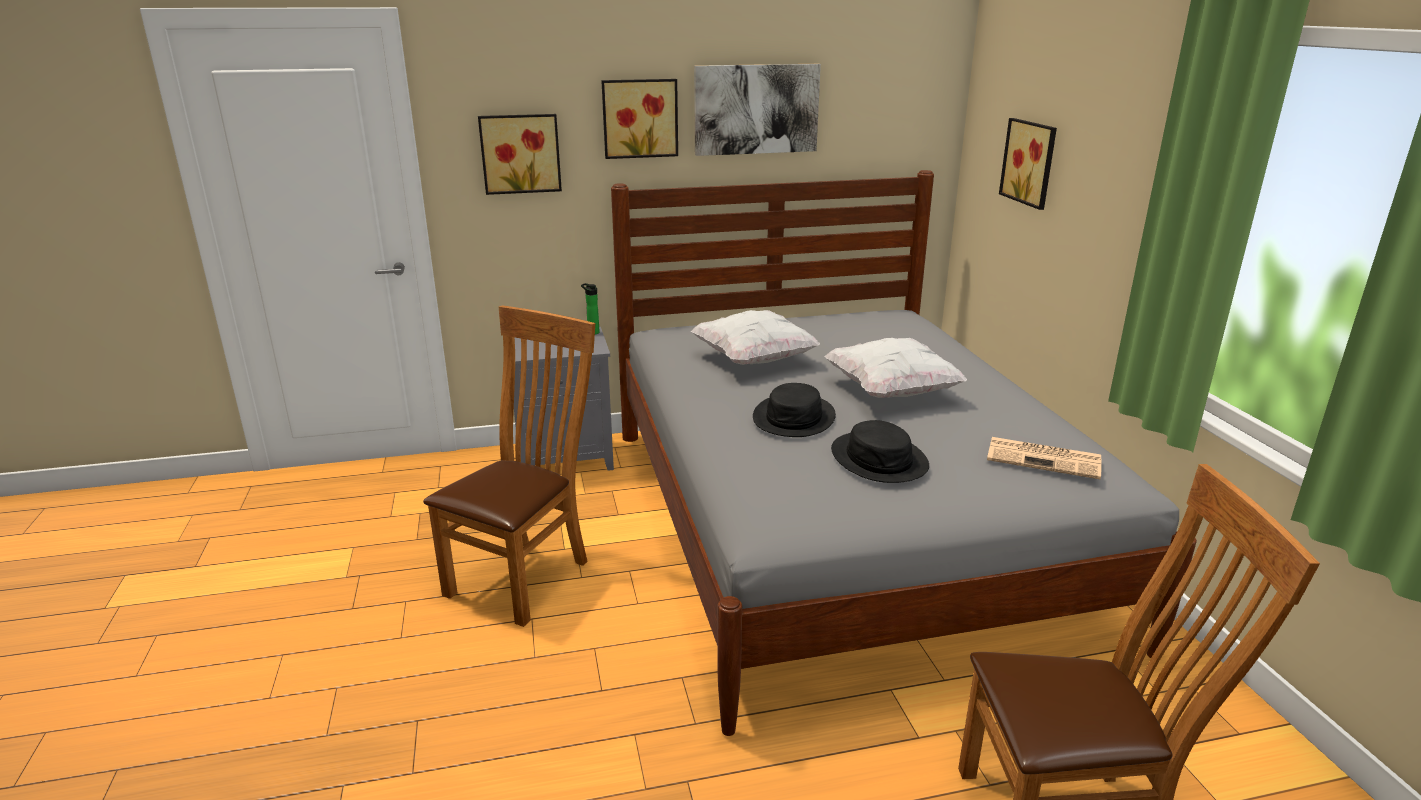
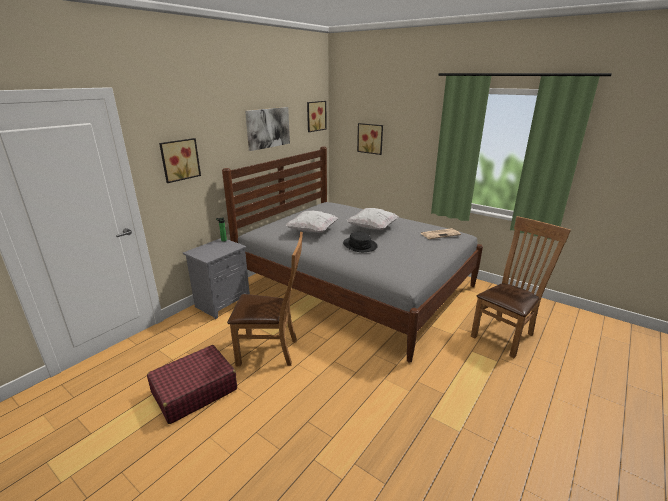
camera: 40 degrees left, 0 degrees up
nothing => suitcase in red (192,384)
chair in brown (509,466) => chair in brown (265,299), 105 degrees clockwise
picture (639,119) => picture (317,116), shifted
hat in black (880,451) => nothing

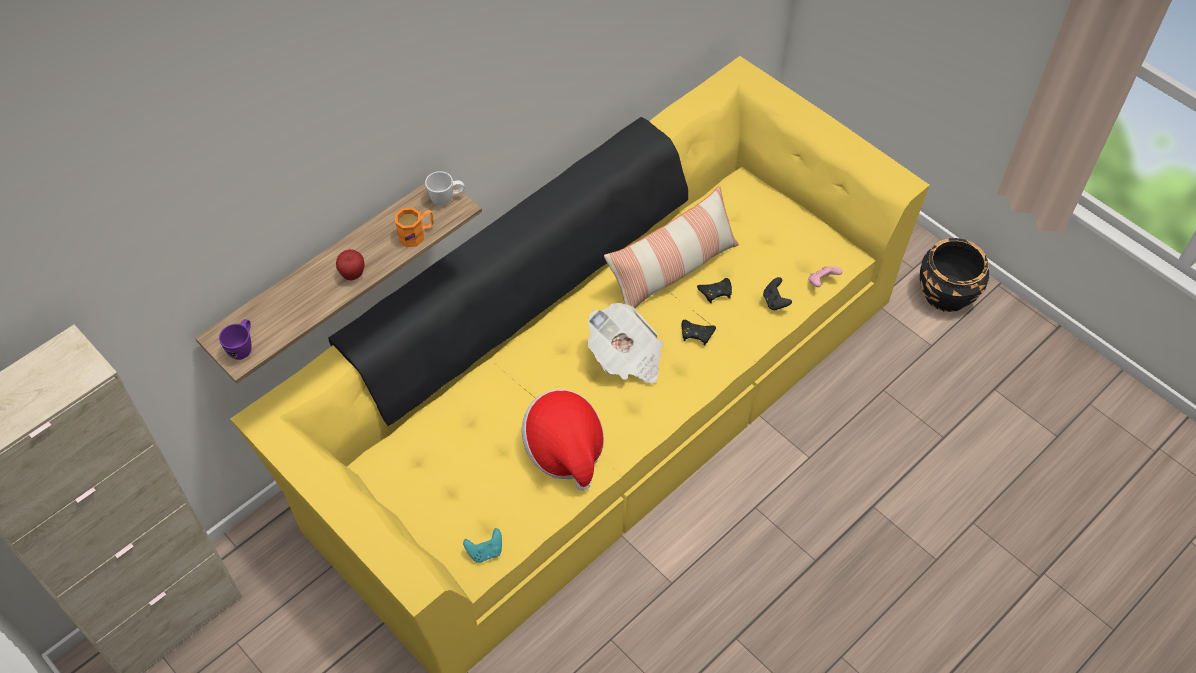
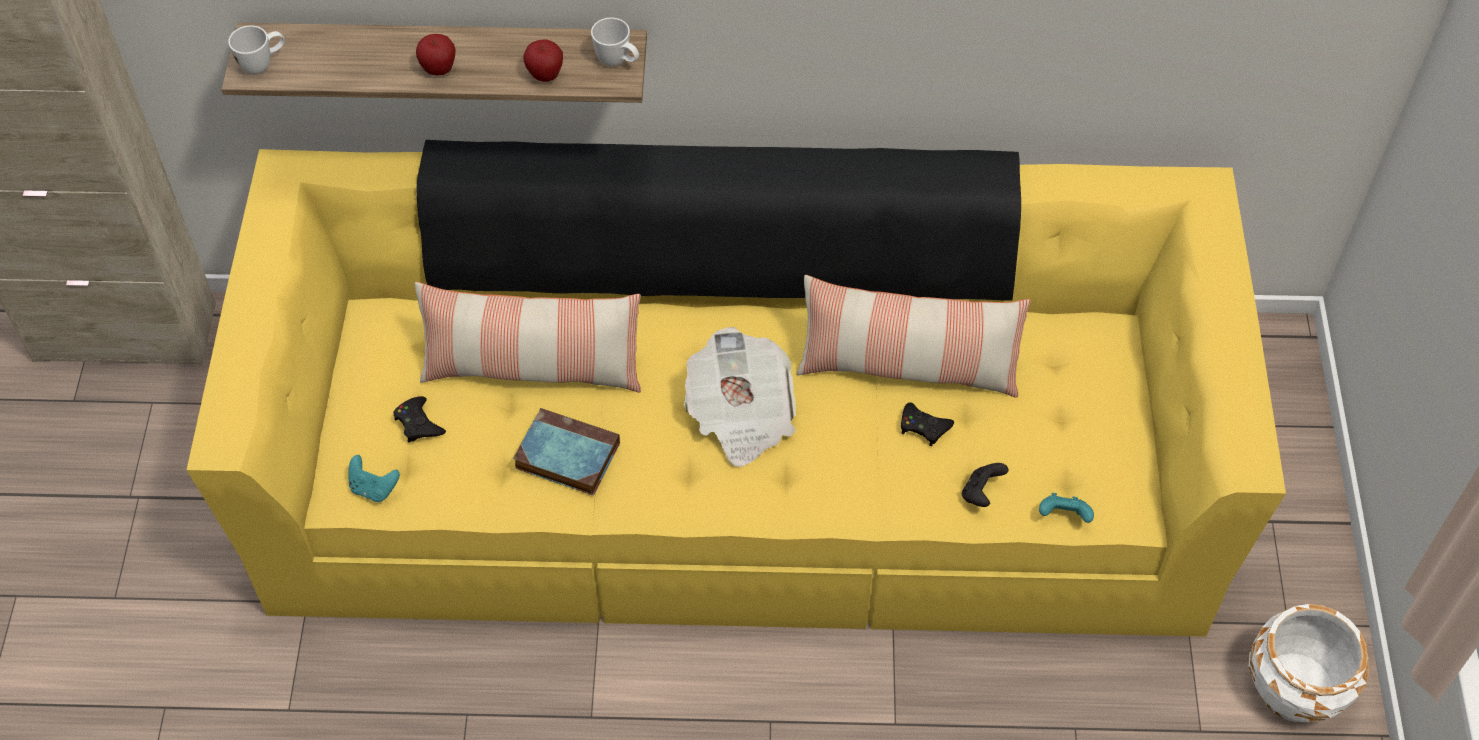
camera: 45 degrees right, 0 degrees up
mug in purple (235,339) => mug in white (256,49)
game controller in black (699,332) => game controller in black (420,419), shifted
nothing => pillow (528,337)
hat (563,440) => book (566,452)
mug in orange (414,227) => apple (543,60)
game controller in pink (825,276) => game controller in turquoise (1066,508)
planter in black (954,275) => planter in white (1308,663)

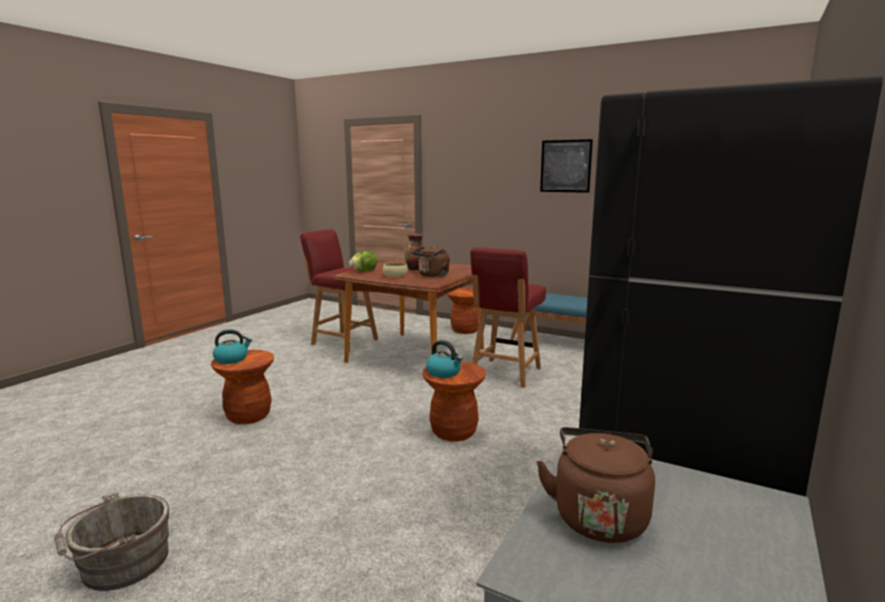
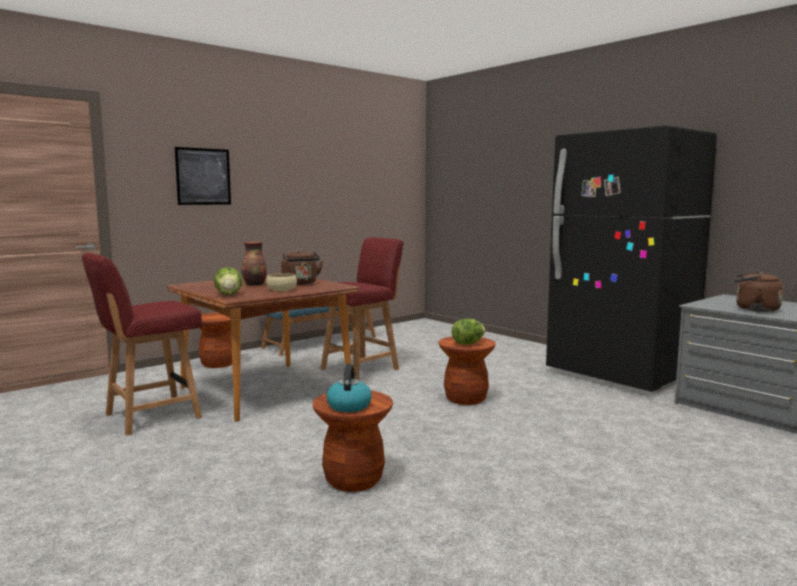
camera: 70 degrees left, 5 degrees down
picture (566,166) => picture (203,176), shifted
chair in red (508,317) => chair in red (362,308), 90 degrees counterclockwise
kettle (444,359) => lettuce (468,332)
bucket in grey (112,541) => nothing

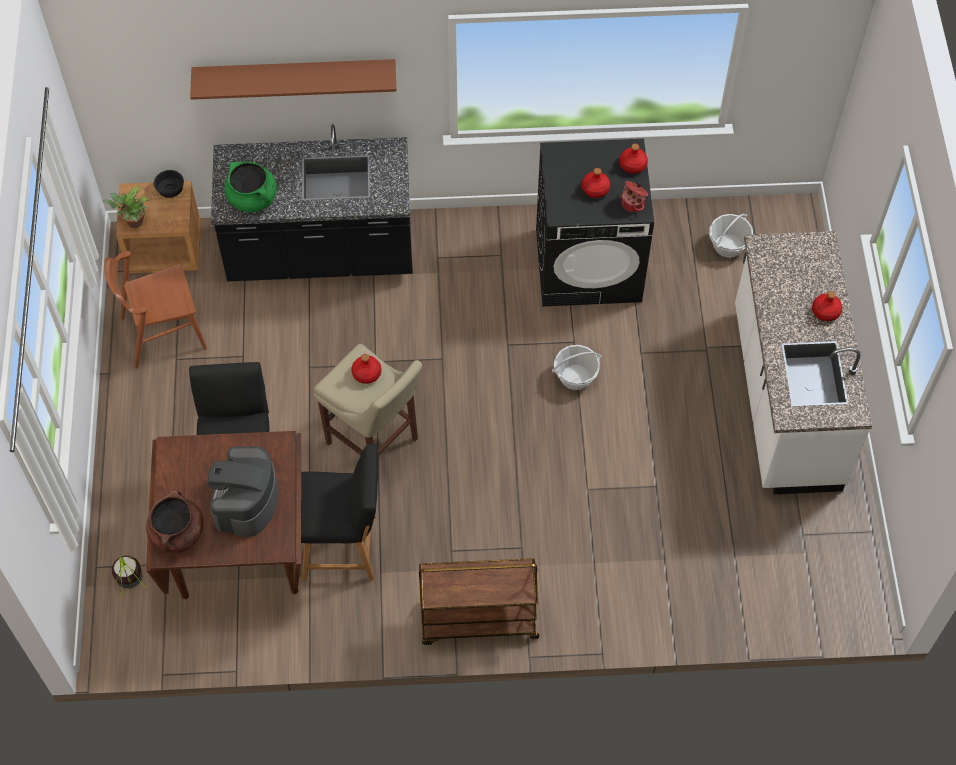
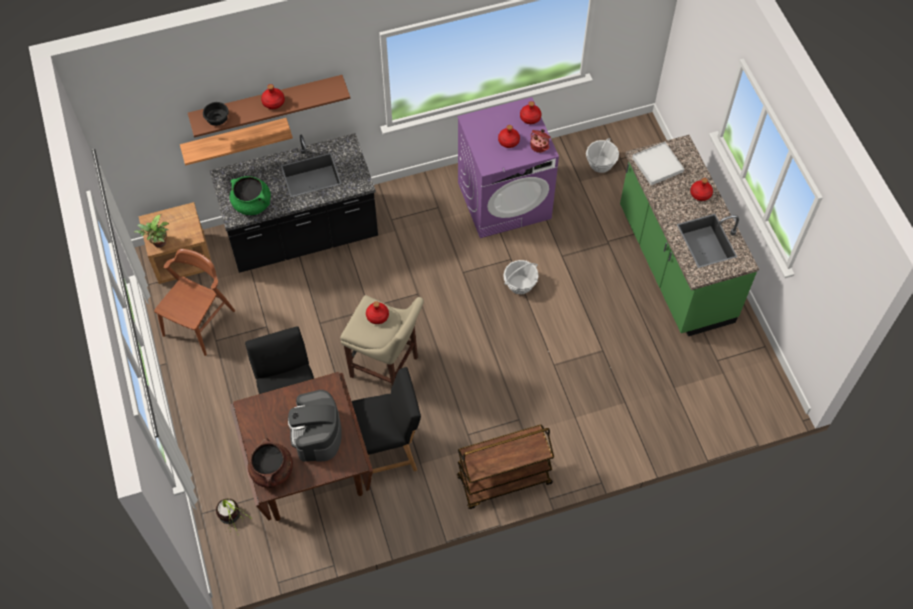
camera: 15 degrees left, 0 degrees up
chair in brown (155,310) => chair in brown (194,302), 150 degrees clockwise
nothing => shelf (236,141)
bowl in black (169,184) => bowl in black (216,114), shifted
nothing => bottle in red (273,96)
washing machine in black (595,222) => washing machine in purple (508,167)
counter in white (803,362) => counter in green (689,235)
nothing => tray in white (658,163)

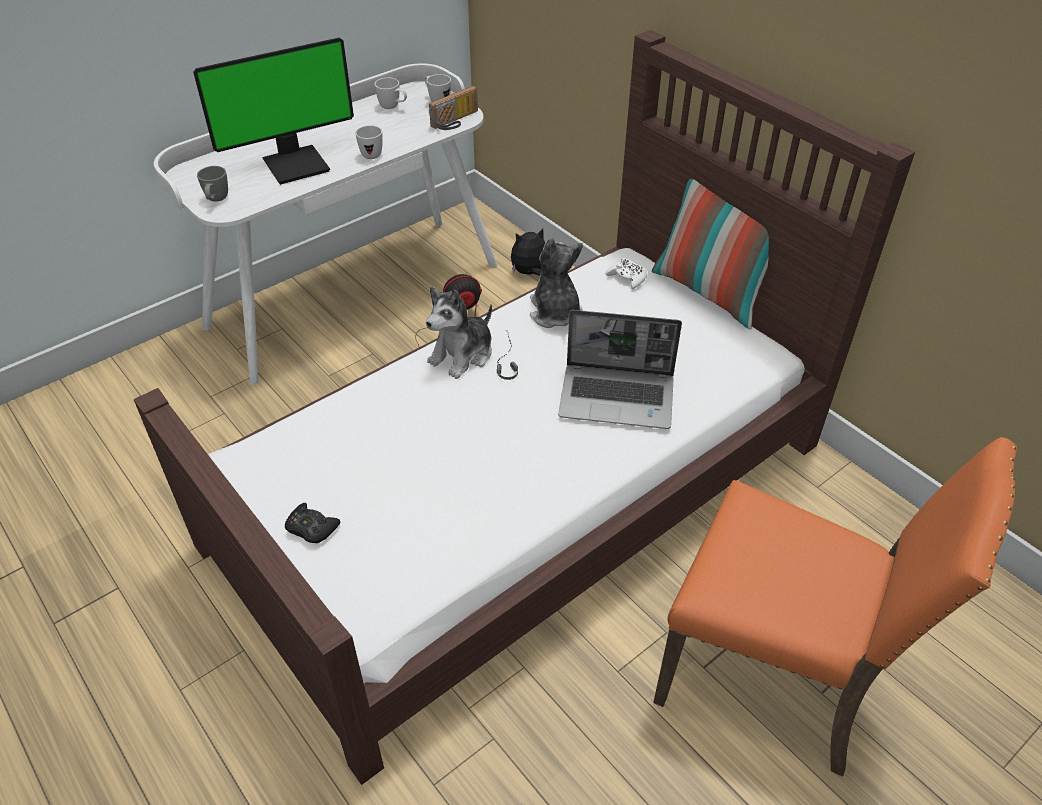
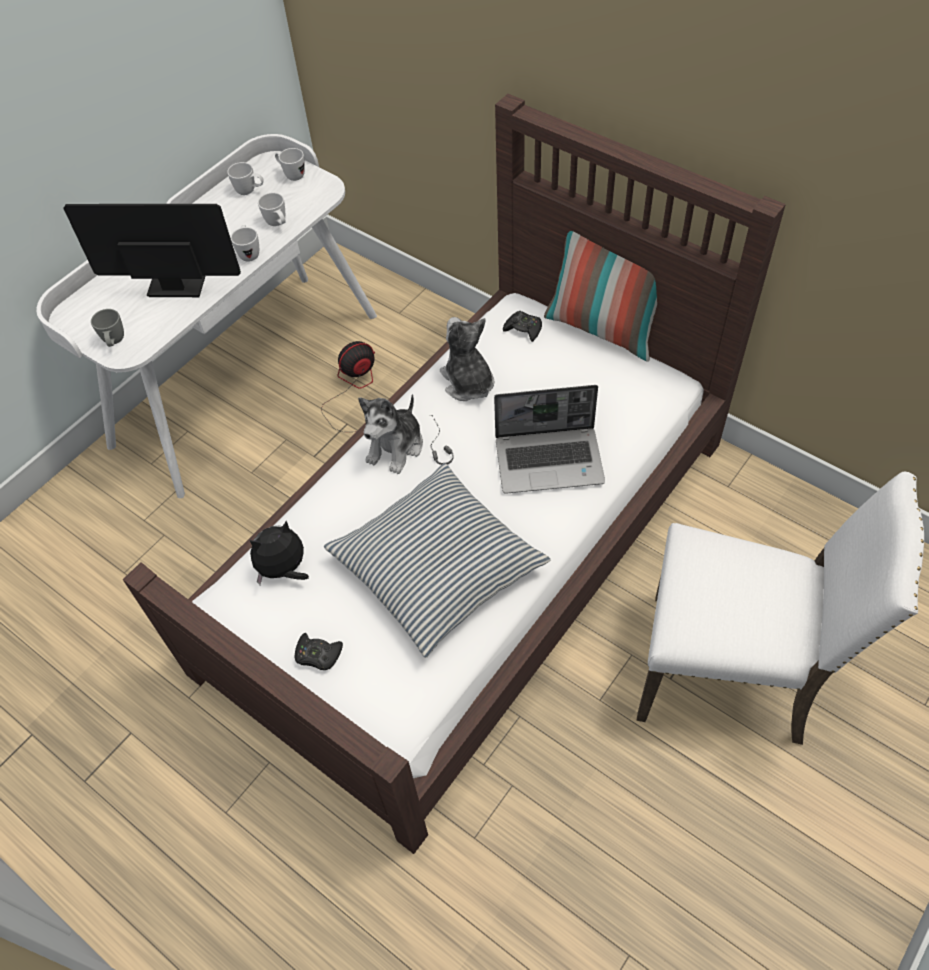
camera: 10 degrees left, 10 degrees up
monitor (273,111) => monitor (152,250), 135 degrees counterclockwise
plush toy (528,252) => plush toy (279,553), shifted
nothing => mug in white (272,209)
nothing => pillow (437,560)
game controller in white (626,273) => game controller in black (522,326)
chair in orange (835,607) => chair in white (780,608)
radio (453,108) => nothing

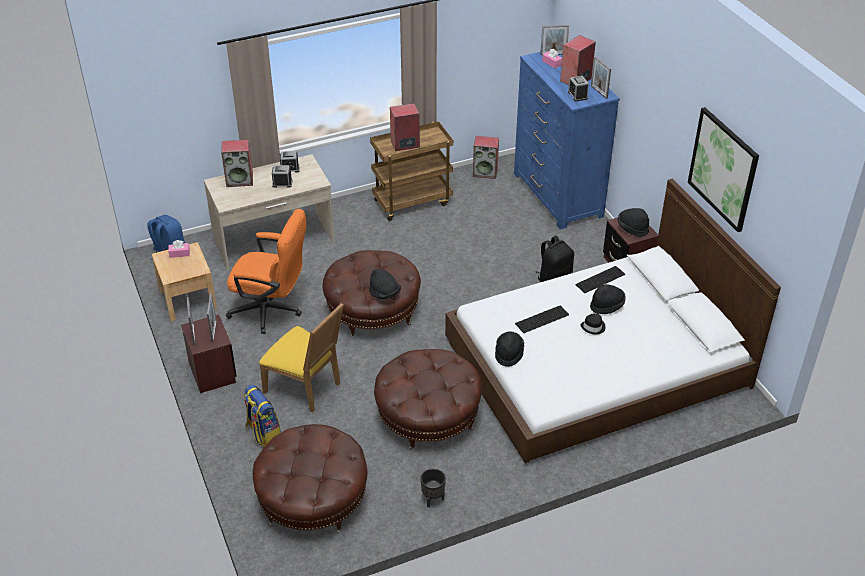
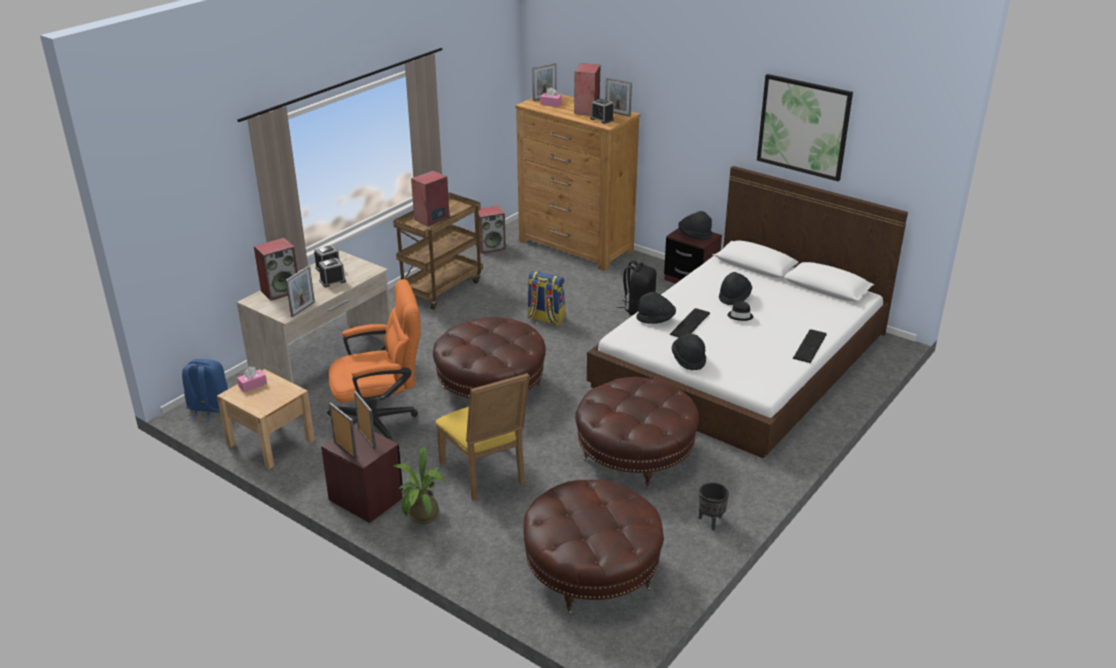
camera: 30 degrees left, 10 degrees down
nothing => picture frame (300,291)
nothing => potted plant (419,484)
chair in yellow (301,357) => chair in yellow (482,437), 60 degrees clockwise
dresser in blue (567,140) => dresser in brown (578,182)
backpack (262,415) => backpack (546,298), shifted
hat in black (385,284) => hat in black (656,308), shifted
keyboard (600,279) => keyboard (810,346), shifted

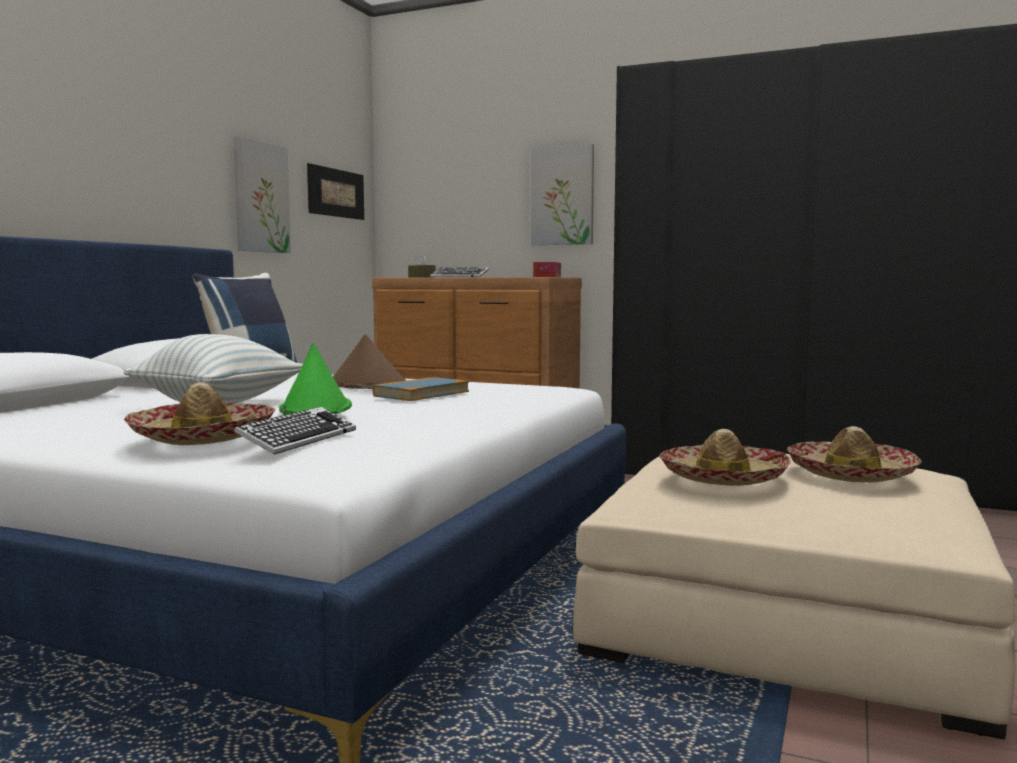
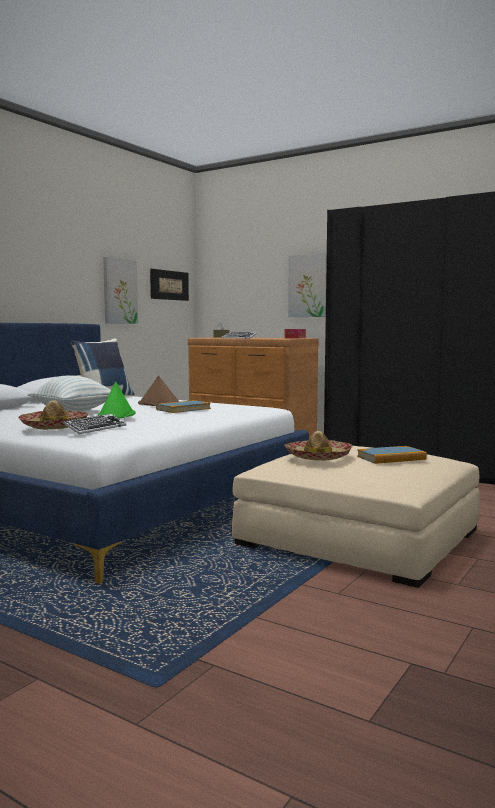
camera: 10 degrees right, 0 degrees up
hat (854,454) => book (392,455)

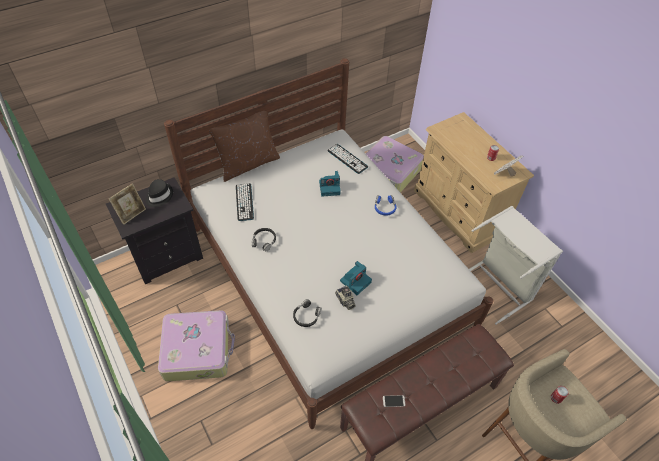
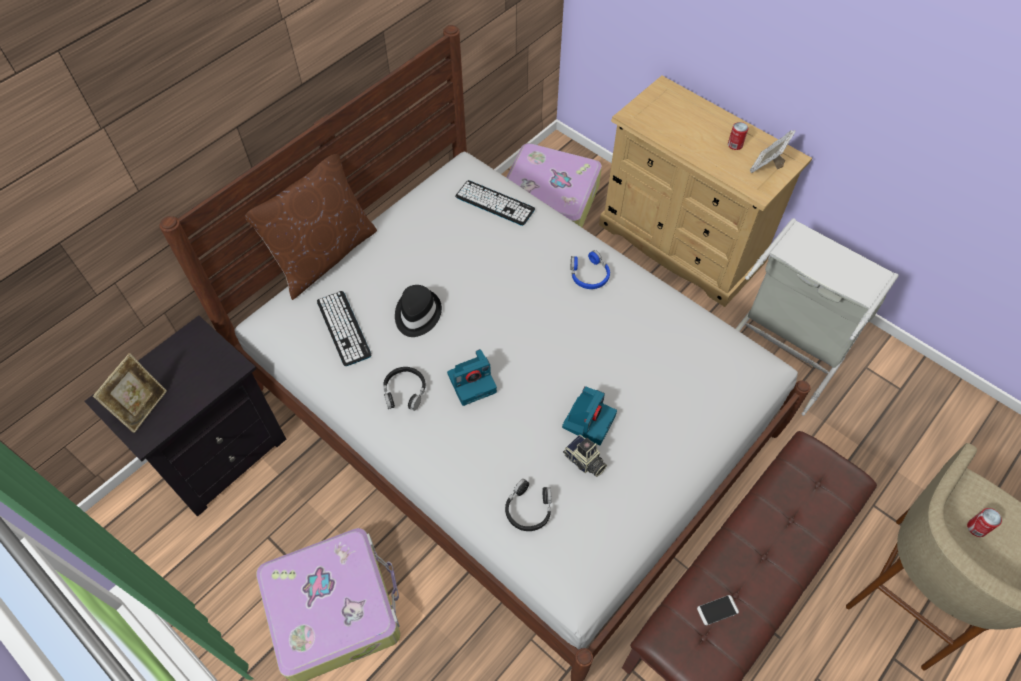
camera: 15 degrees left, 5 degrees up
hat in black (159,193) => hat in black (418,311), shifted
photo camera (330,184) => photo camera (472,377), shifted

